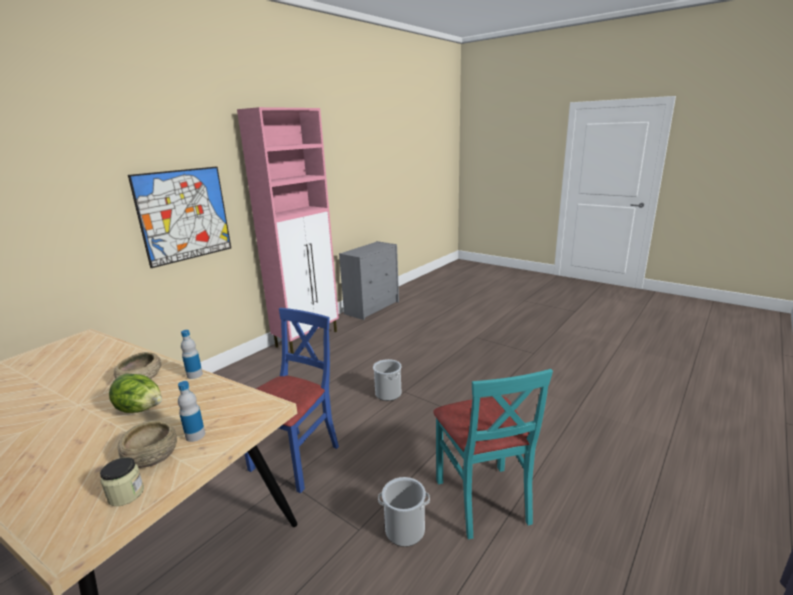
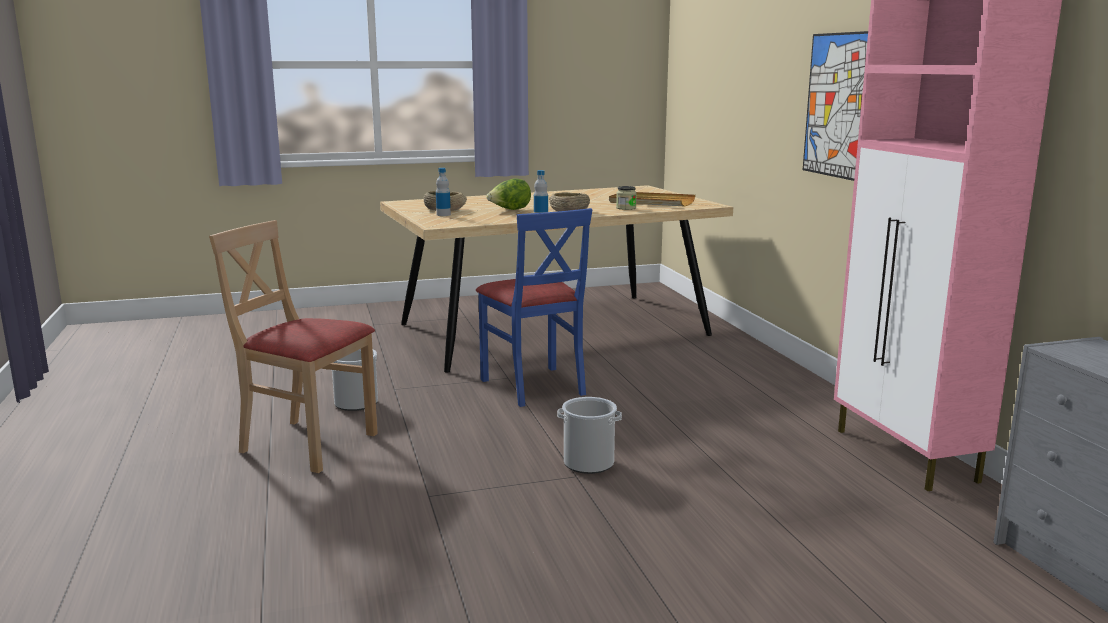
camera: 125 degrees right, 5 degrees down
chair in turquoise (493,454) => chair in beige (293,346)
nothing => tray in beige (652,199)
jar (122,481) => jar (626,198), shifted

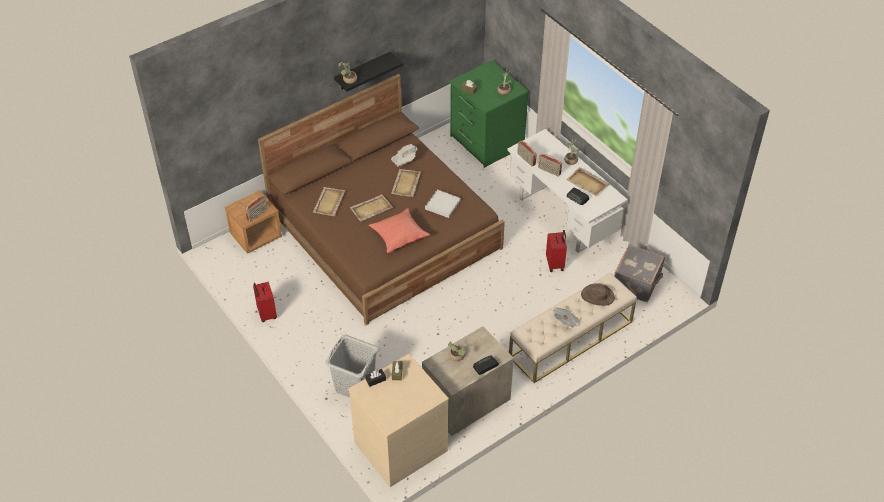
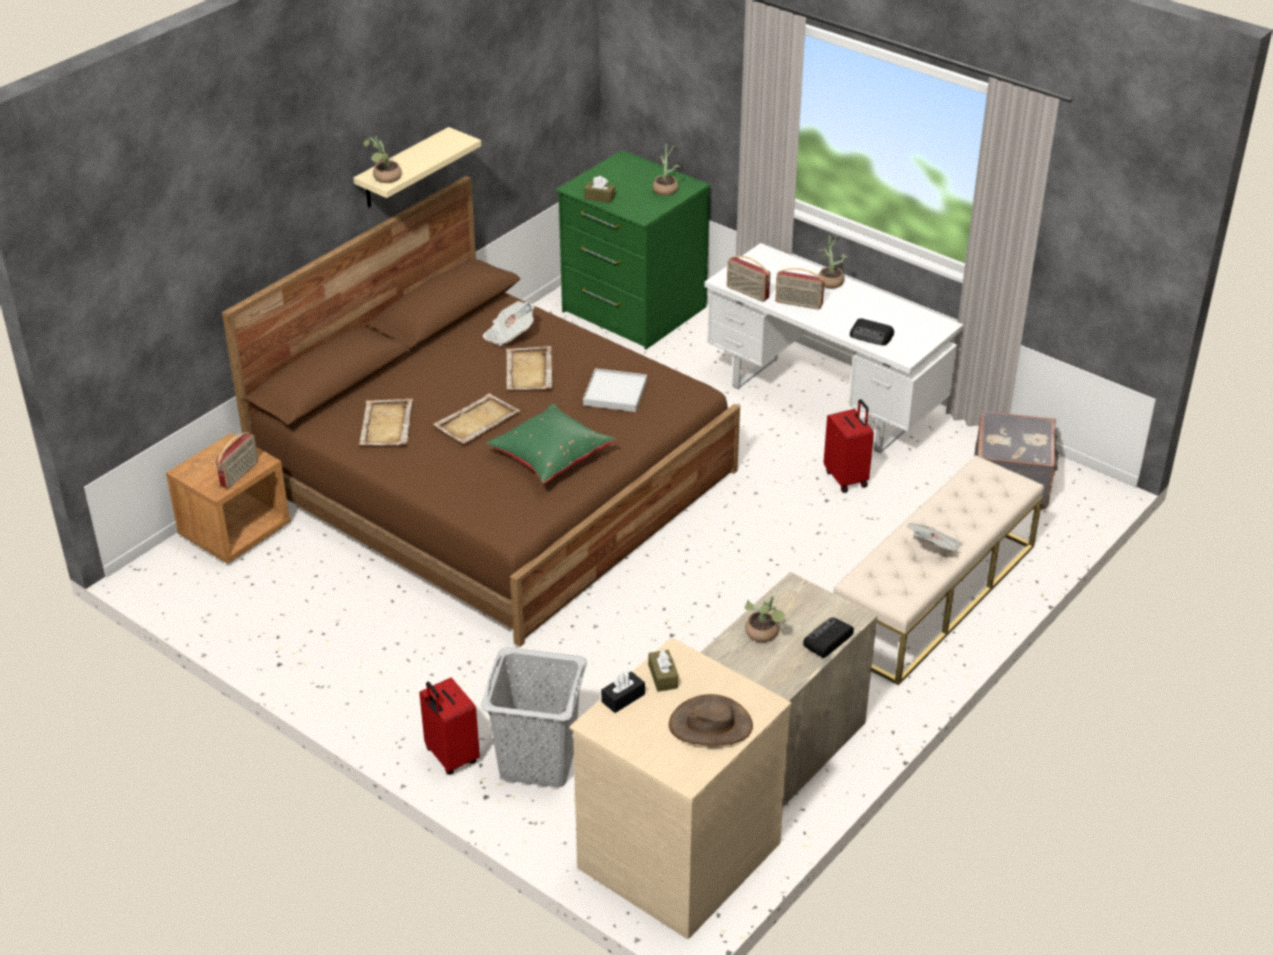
camera: 15 degrees left, 10 degrees down
shelf in black (368,71) => shelf in beige (417,167)
suitcase in red (265,302) => suitcase in red (449,726), shifted
pillow in red (399,230) => pillow in green (551,443)
hat in brown (598,294) => hat in brown (711,719), shifted
tray in beige (587,181) => nothing

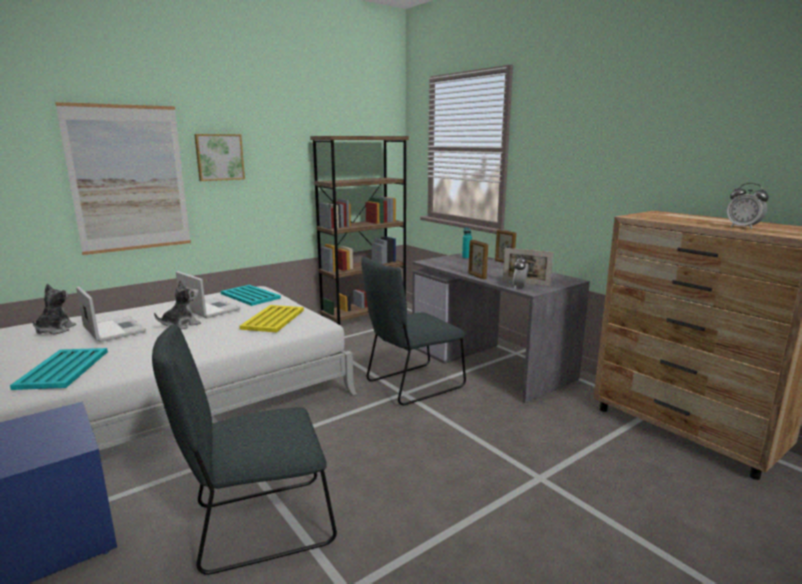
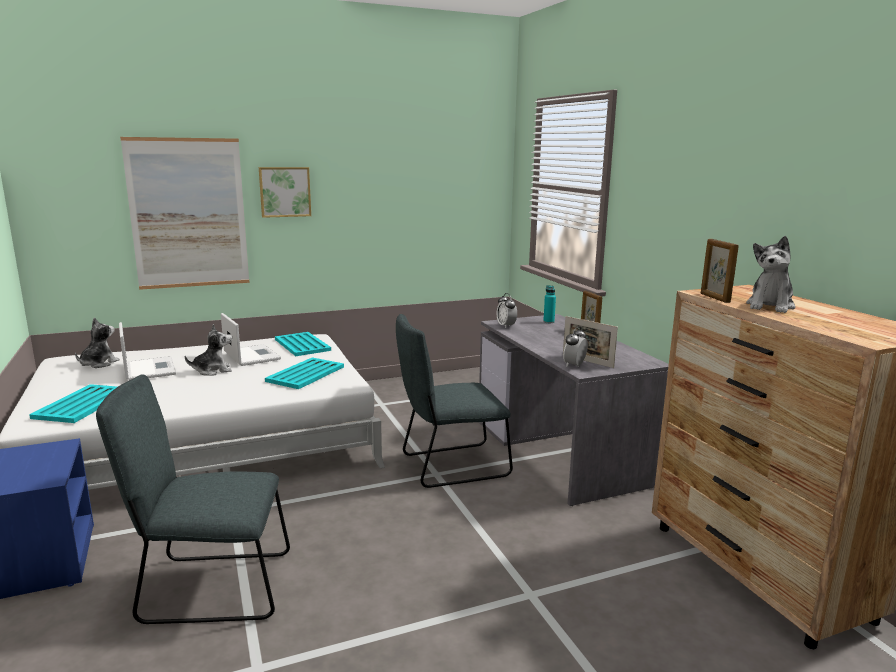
camera: 15 degrees right, 0 degrees up
tray in yellow (271,318) => tray in turquoise (304,373)
alarm clock (748,206) => alarm clock (507,310), shifted
picture frame (478,260) => picture frame (719,271), shifted
nothing => plush toy (771,274)
bookcase in brown (359,230) => nothing

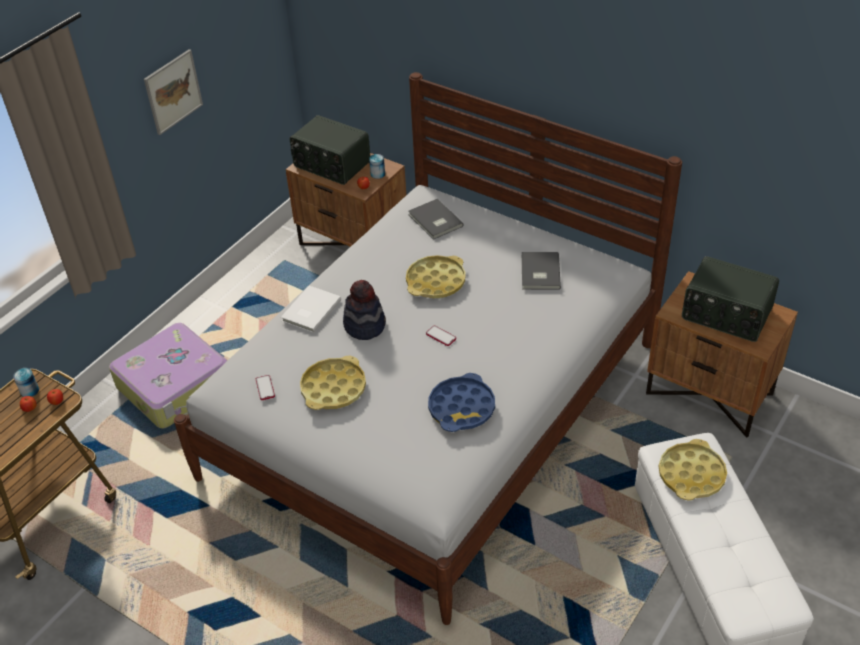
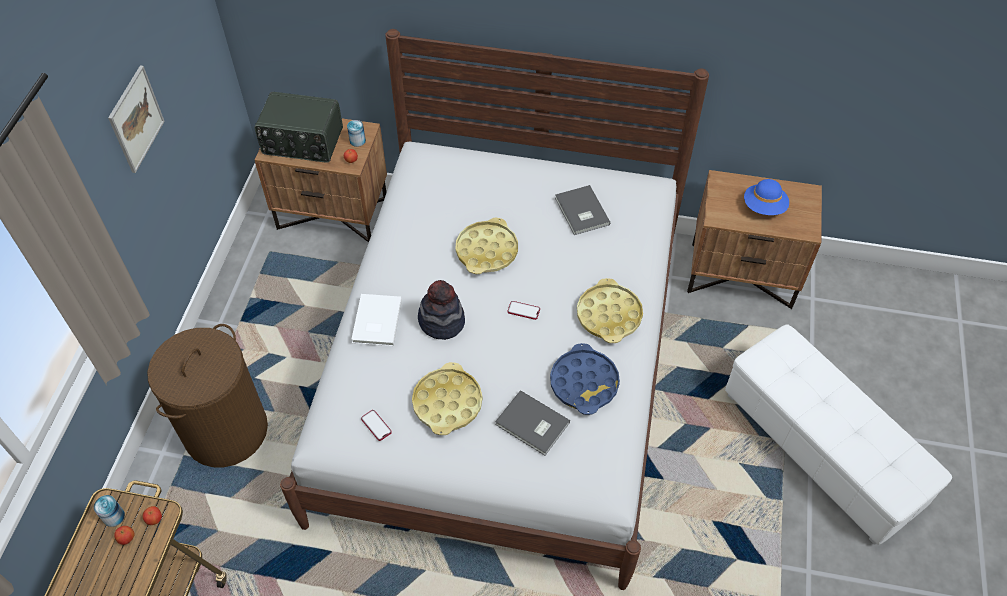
camera: 25 degrees left, 10 degrees up
suitcase (168,376) => laundry basket in brown (207,395)
book in grey (436,219) => book in grey (532,423), shifted
tray in yellow (693,470) => tray in yellow (610,310), shifted
radio (730,299) => hat in blue (766,197)

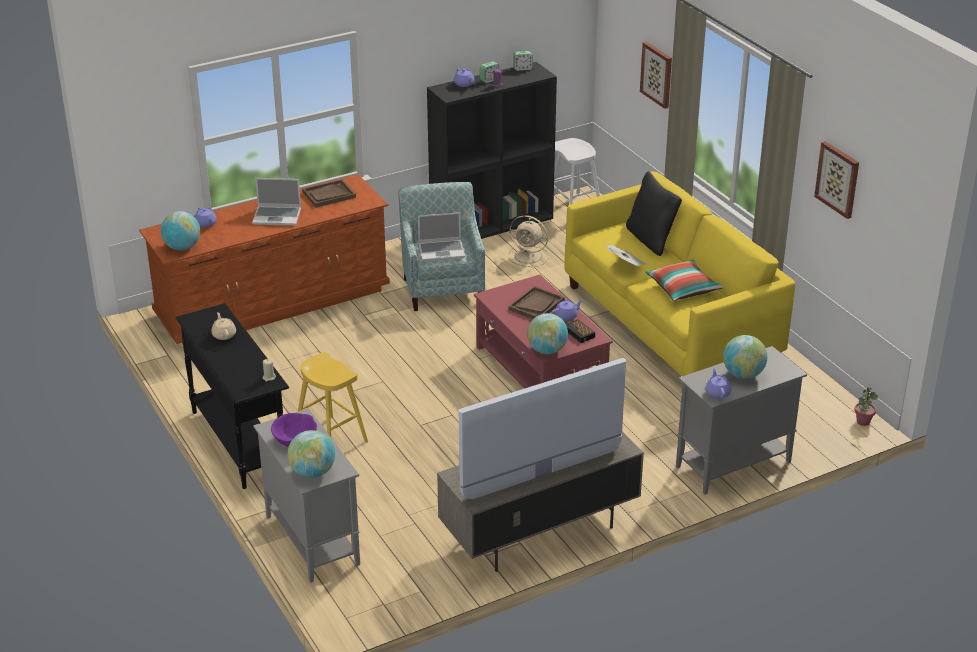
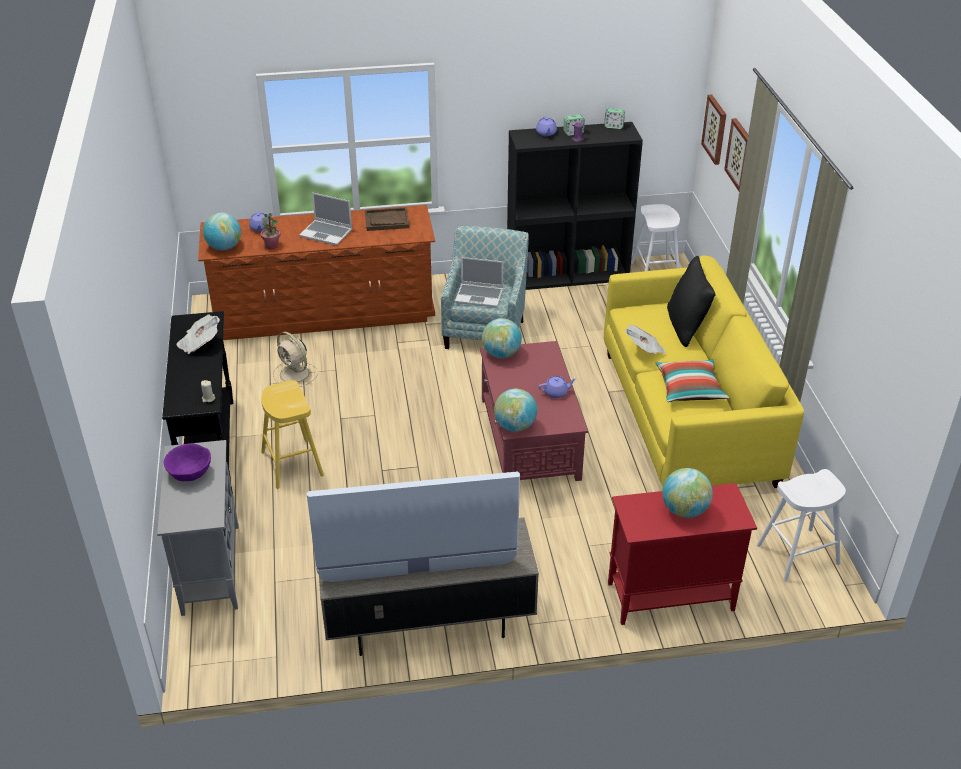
camera: 20 degrees right, 5 degrees up
teapot in beige (223,326) => newspaper (198,334)
potted plant (866,406) => potted plant (271,231), shifted
fan in beige (529,241) => fan in beige (295,359), shifted
globe (311,454) => globe (502,338), shifted
cabinet in grey (741,420) => cabinet in red (682,554)
picture (836,180) => picture (713,130), shifted
nothing => stool in white (801,525)
tray in brown (536,302) => nothing
alarm clock (580,331) => nothing
teapot in purple (718,383) => nothing

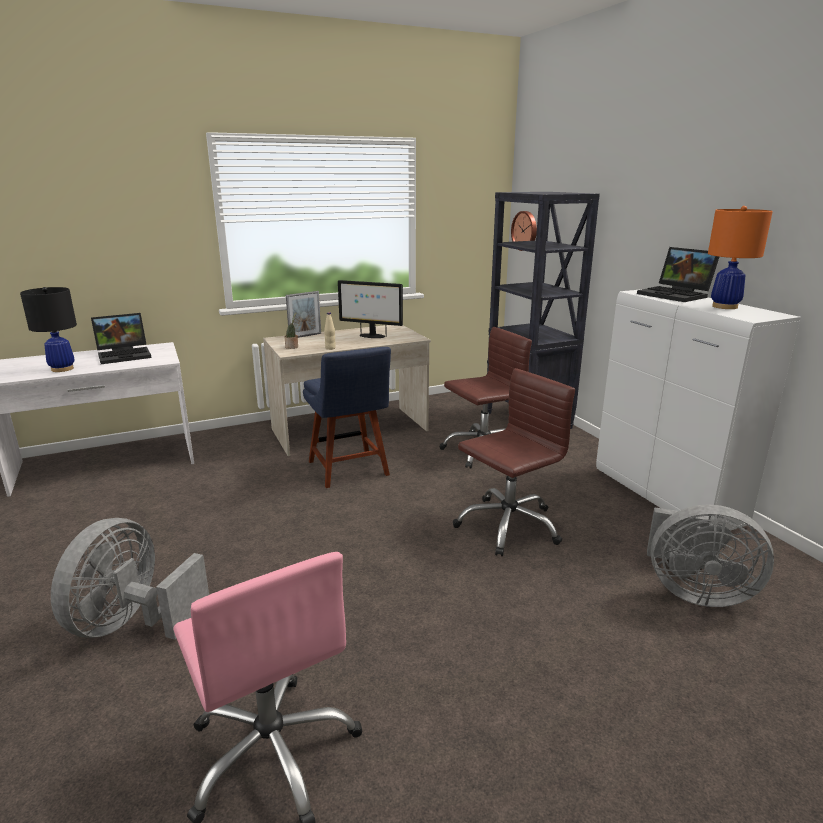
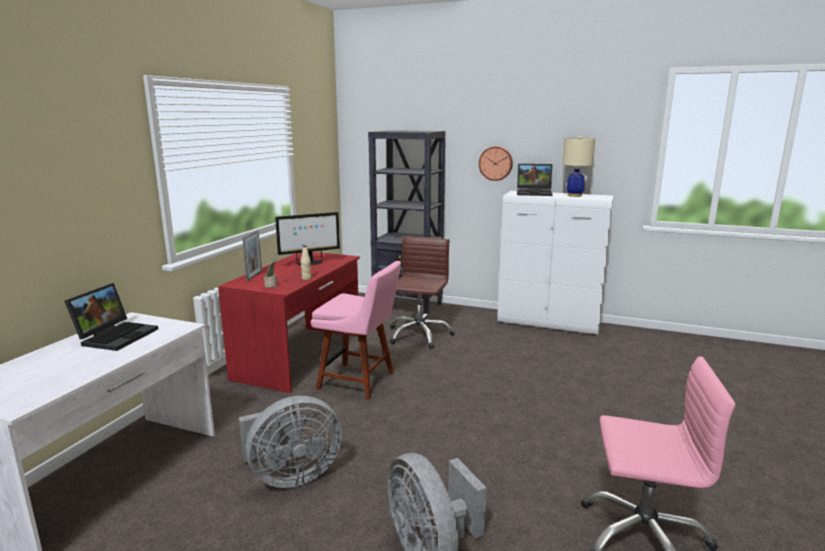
camera: 45 degrees left, 5 degrees down
desk in beige (347,390) => desk in red (289,322)
fan in grey (710,555) => fan in grey (290,442), shifted
chair in blue (347,417) => chair in pink (356,330)
wall clock (524,231) => wall clock (496,163), shifted
table lamp in orange (740,257) => table lamp in beige (578,166)
table lamp in black (48,329) => nothing
office chair in brown (514,462) => nothing

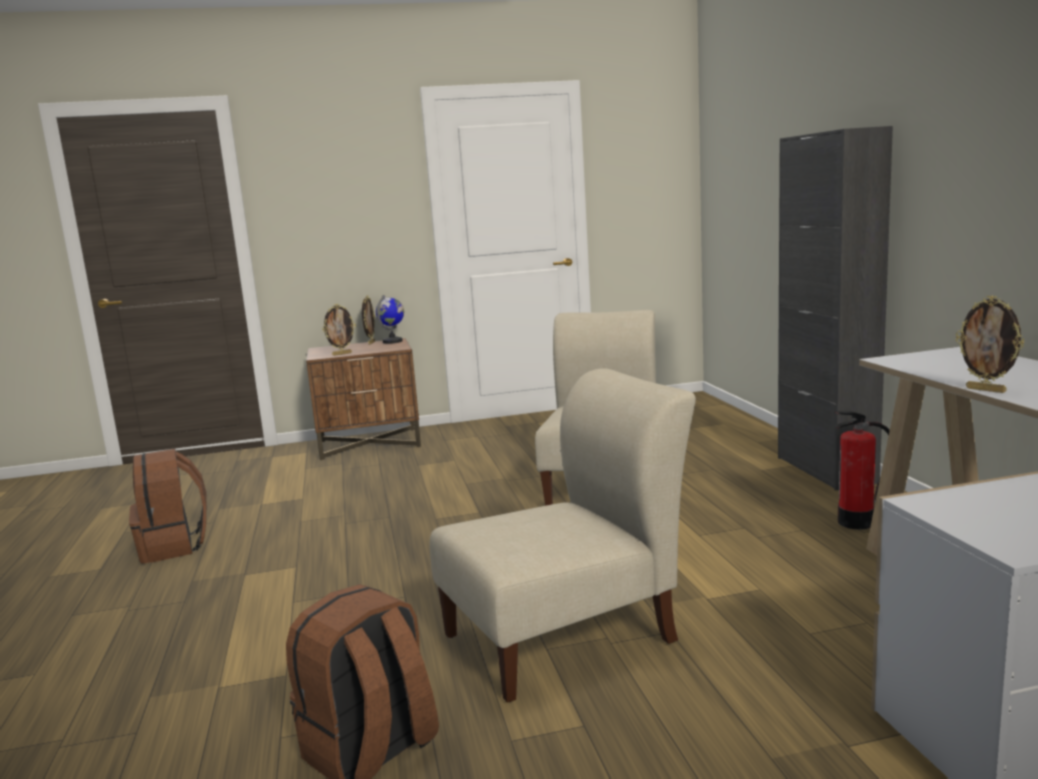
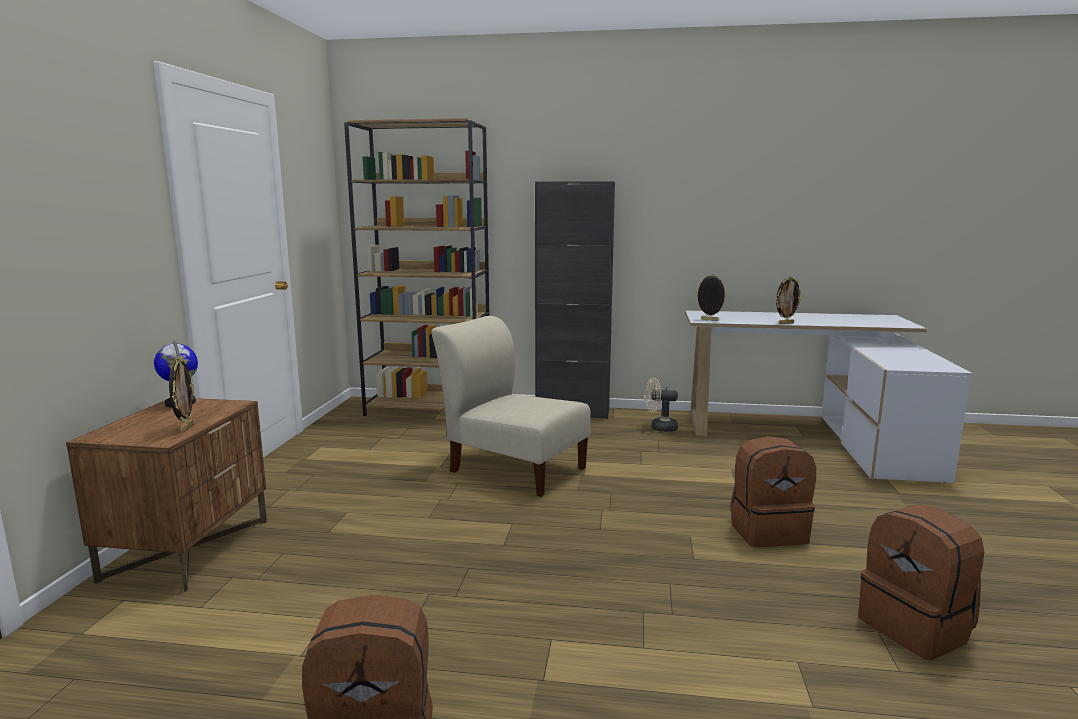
camera: 70 degrees left, 0 degrees up
nothing => bookcase in brown (416,267)
fire extinguisher (862,471) => fan in beige (661,405)
picture frame (368,320) => picture frame (711,297), shifted
chair in beige (563,535) => backpack in brown (773,491)

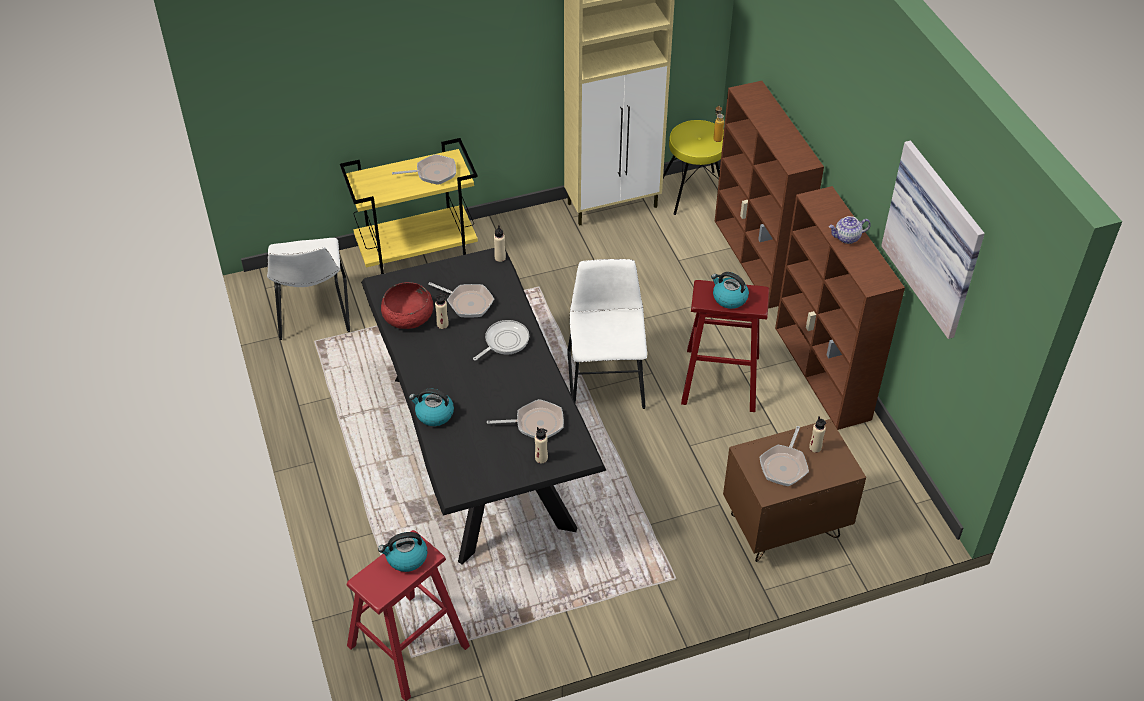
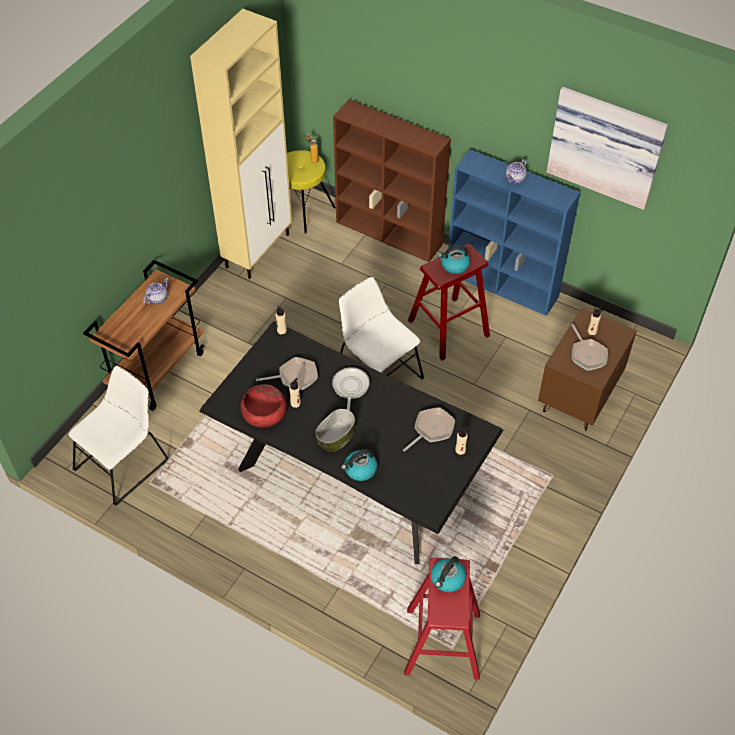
camera: 40 degrees left, 5 degrees up
chair in white (308,289) => chair in white (118,436), 90 degrees counterclockwise
cart in yellow (409,206) => cart in brown (143,335)
frying pan (424,169) => teapot (155,291)
nothing => bowl (335,430)
bookcase in brown (840,308) => bookcase in blue (514,232)

